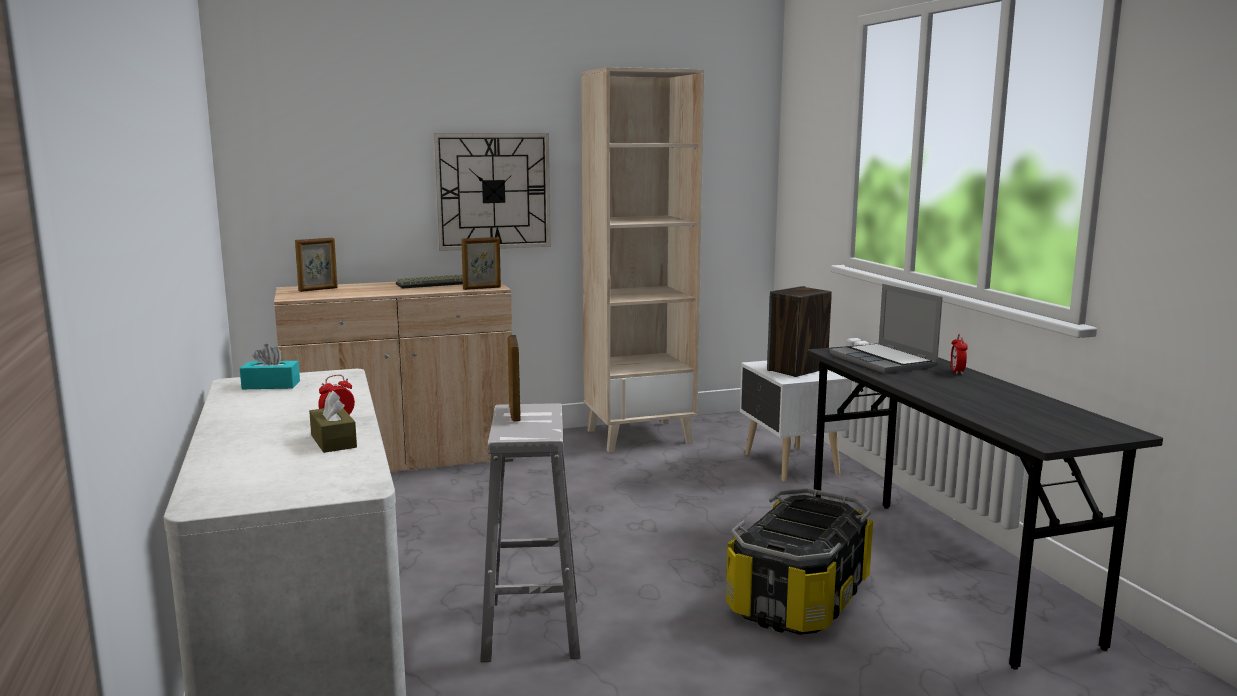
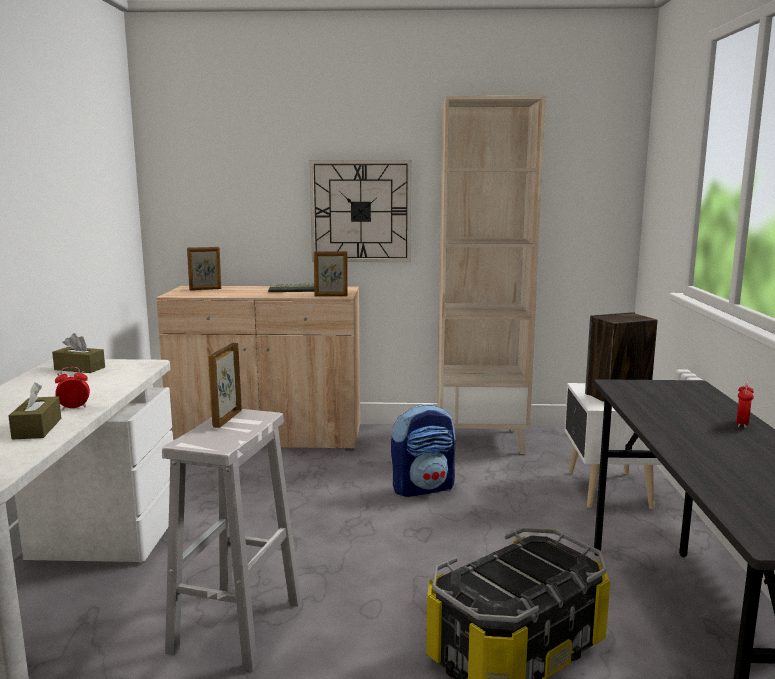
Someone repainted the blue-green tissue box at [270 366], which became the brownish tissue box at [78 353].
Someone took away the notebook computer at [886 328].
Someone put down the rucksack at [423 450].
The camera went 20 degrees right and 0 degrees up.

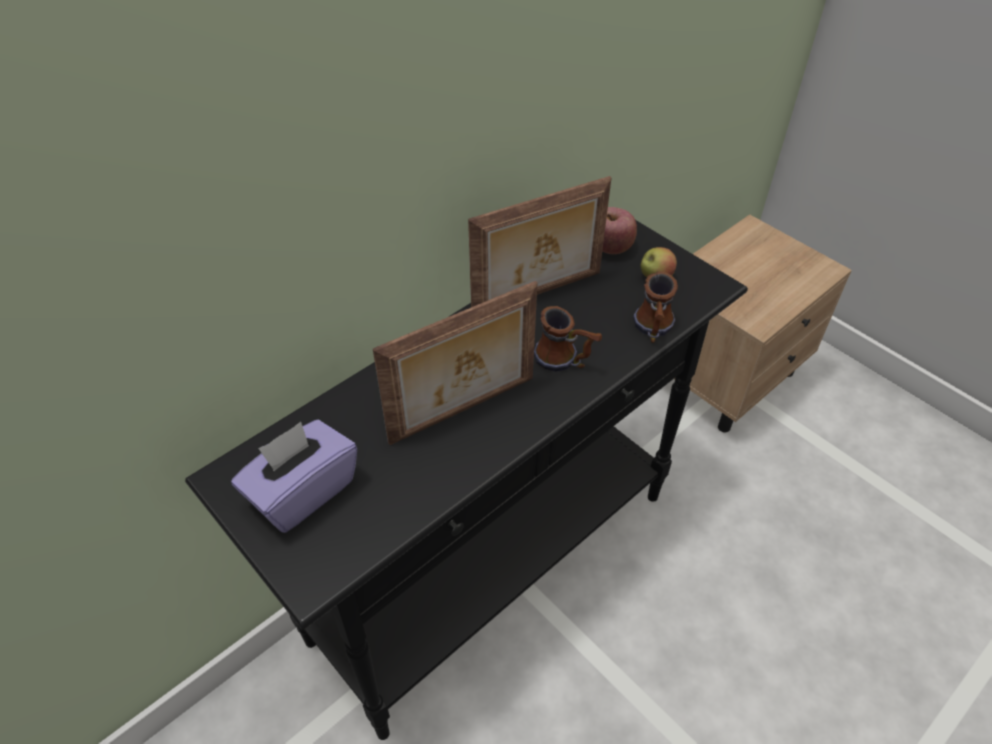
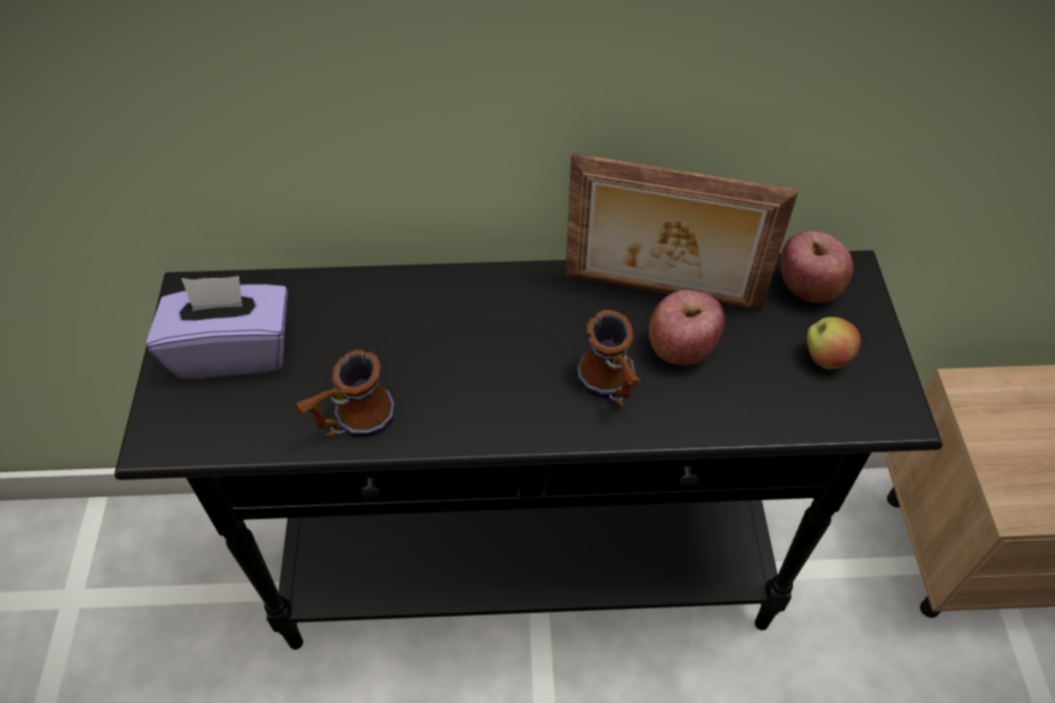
Someone took away the photo frame at [455 363].
Someone carried the tea mug from [655 307] to [345 394].
Someone put down the whole apple at [687 327].
The camera went 40 degrees right and 5 degrees up.

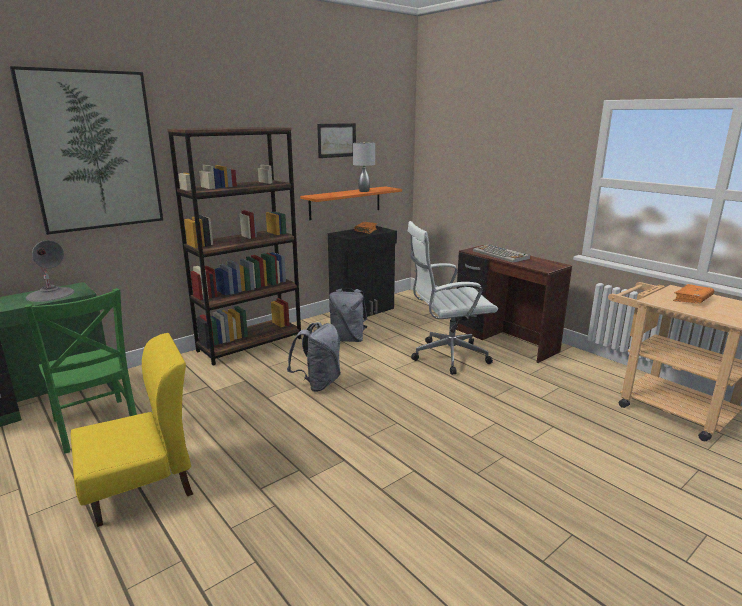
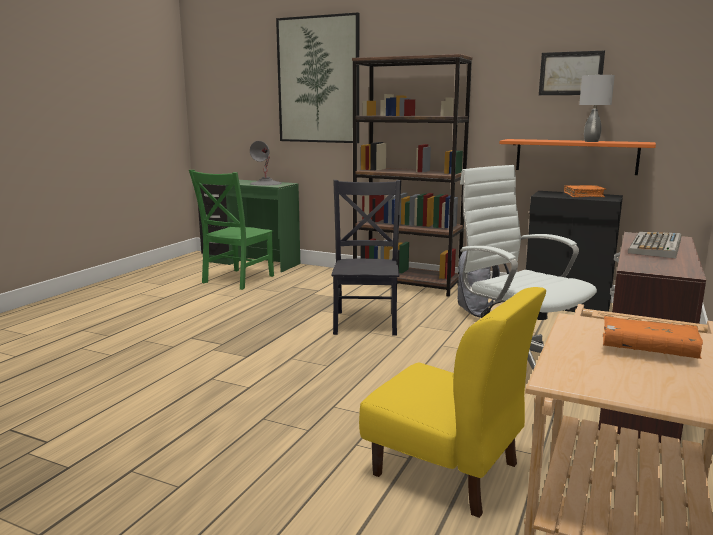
Someone carried the yellowish upright chair from [132 430] to [452 402].
Someone swapped the gray rucksack at [314 357] for the black-coloured upright chair at [366 258].
The camera went 65 degrees right and 5 degrees down.

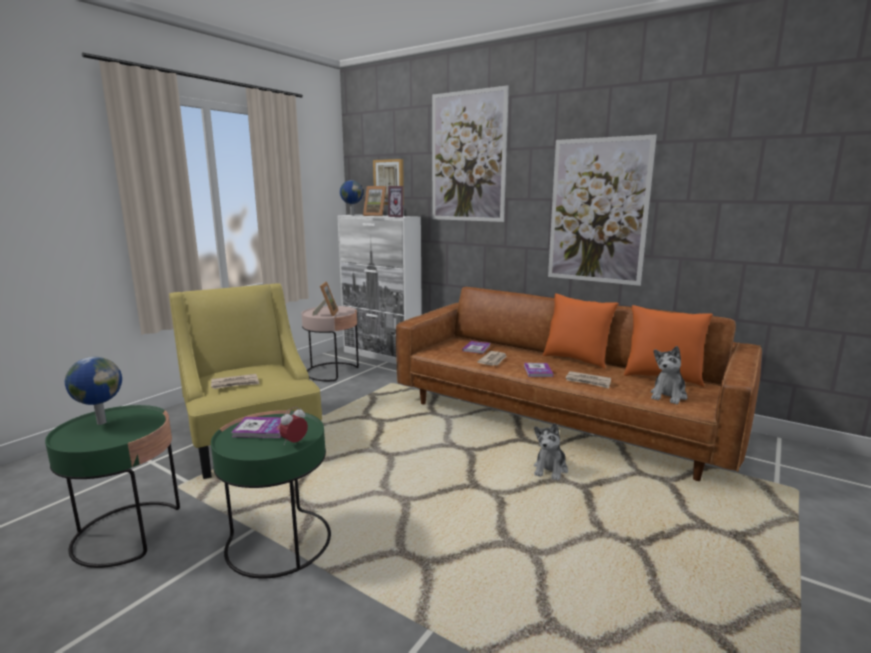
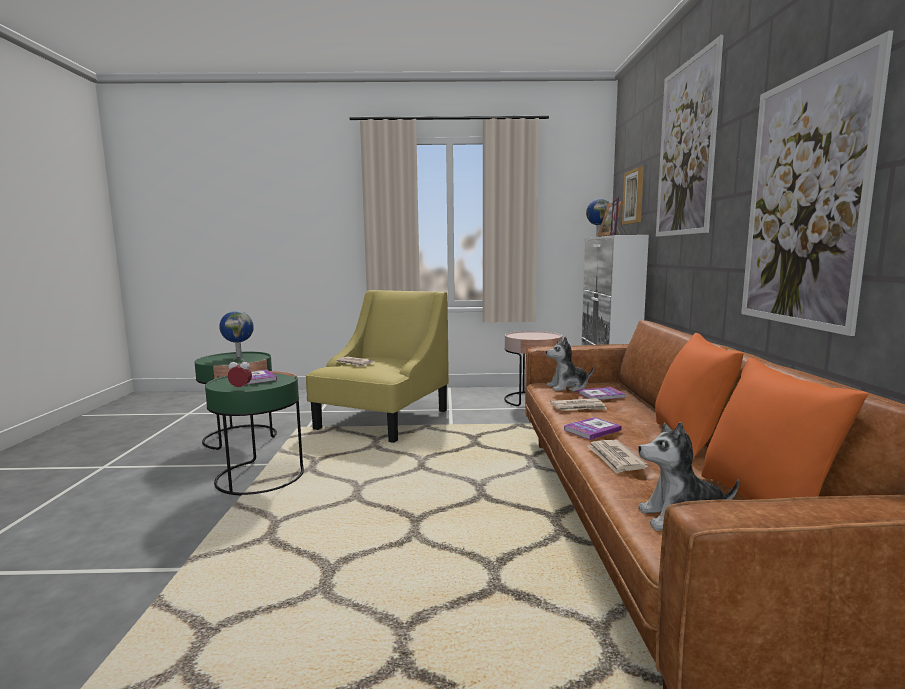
Someone took away the photo frame at [325 299].
Someone carried the cuddly toy from [551 452] to [570 364].
The camera went 55 degrees right and 5 degrees down.

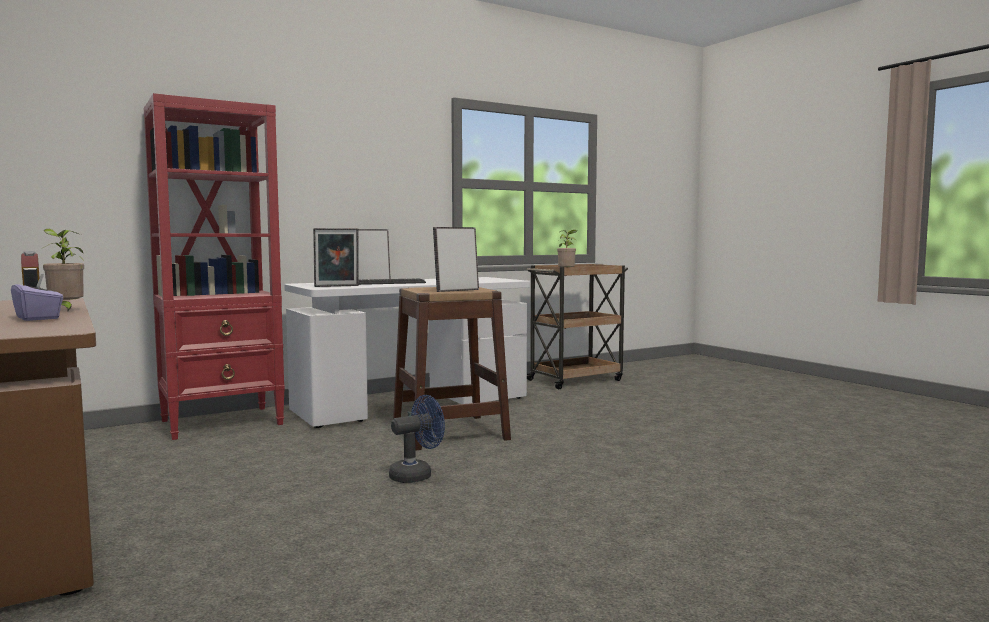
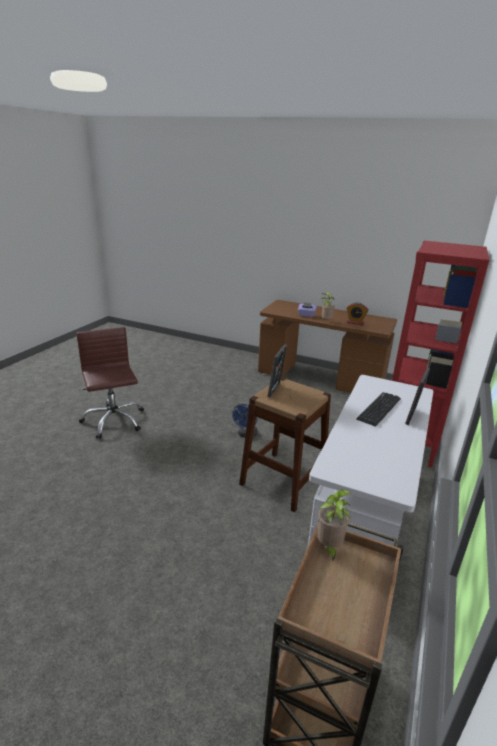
Someone took away the photo frame at [336 257].
Someone put down the brownish office chair at [110 383].
The camera went 145 degrees right and 20 degrees up.

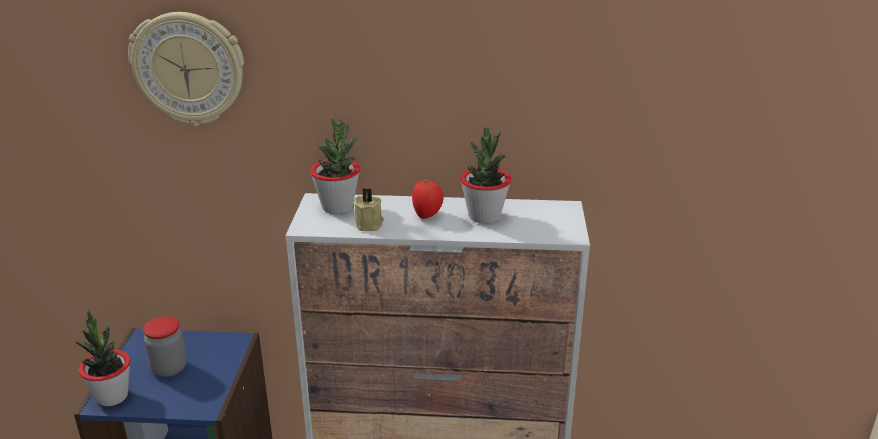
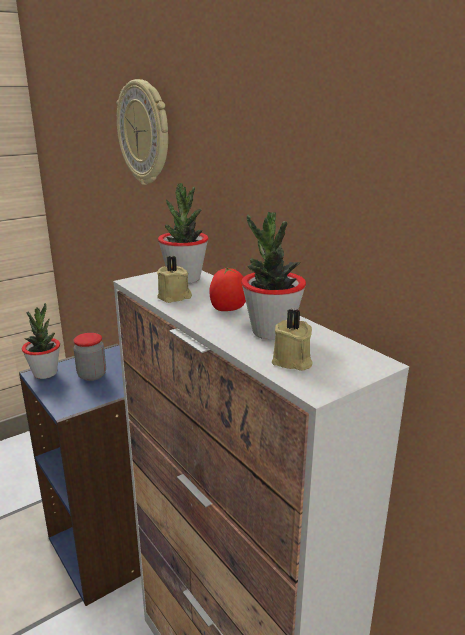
Someone put down the beige-coloured wax light at [292 339].
The camera went 50 degrees right and 5 degrees down.

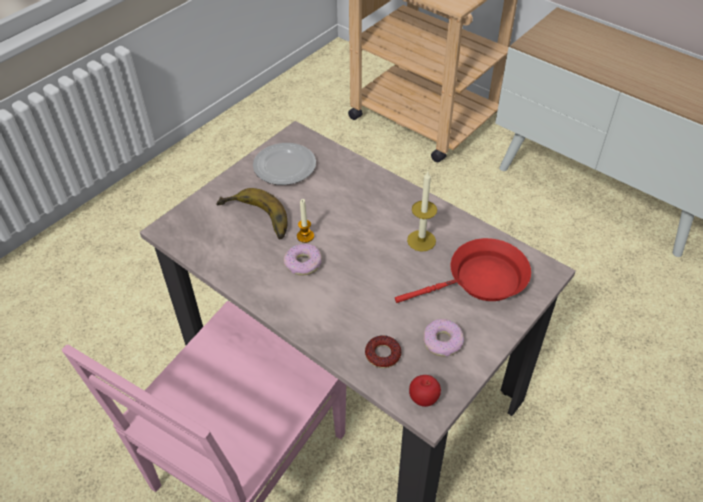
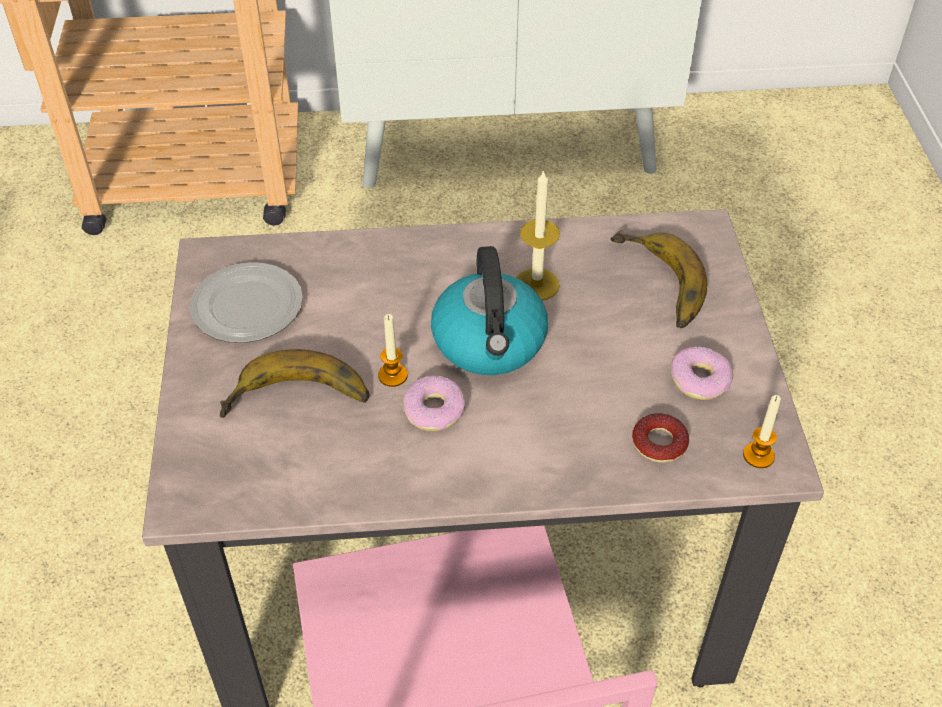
Someone swapped the reddish pan at [463 270] for the banana at [659 279].
Someone swapped the whole apple at [425 391] for the wax light at [762 431].
Someone put down the tea kettle at [489 310].
The camera went 45 degrees left and 0 degrees up.

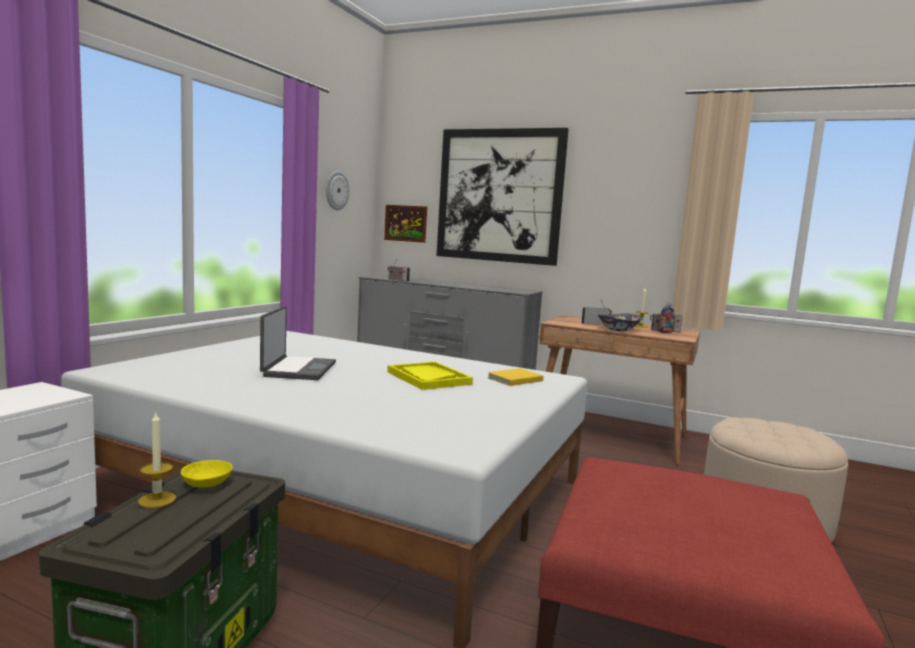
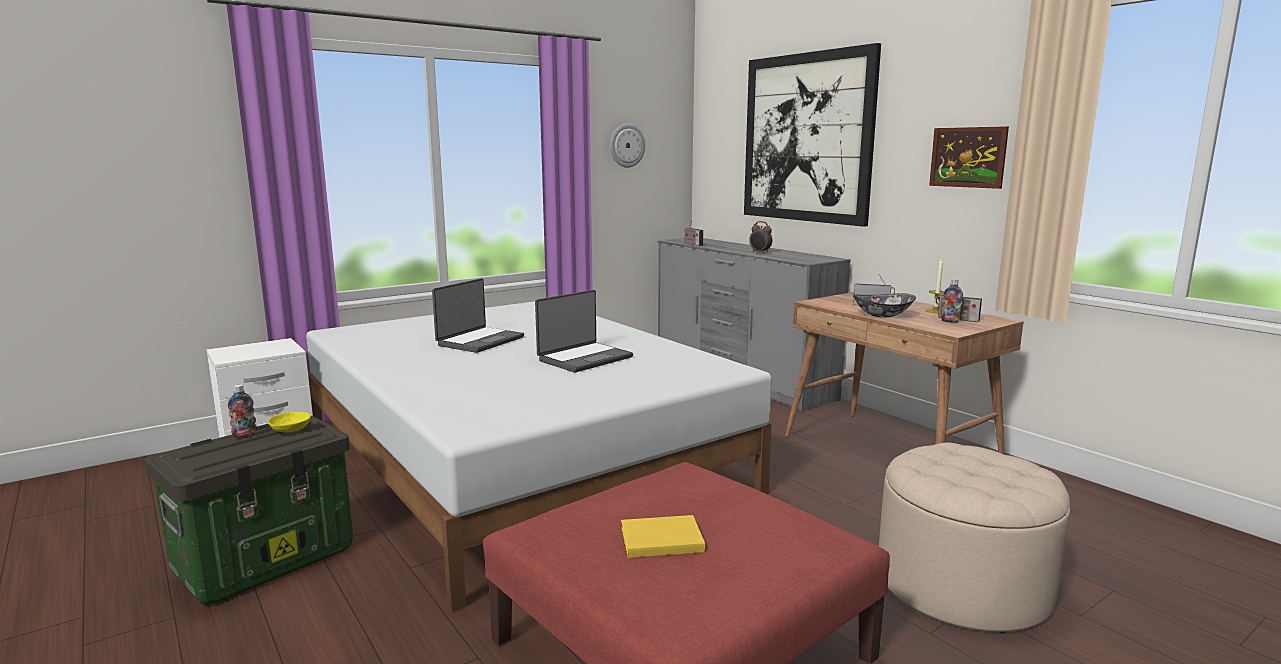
Someone swapped the wax light at [157 460] for the beverage bottle at [242 412].
Someone carried the wall picture from [405 224] to [969 157].
Someone swapped the yellowish serving tray at [430 376] for the notebook computer at [584 331].
Someone carried the yellowish book from [515 377] to [663 536].
Someone put down the alarm clock at [760 237].
The camera went 30 degrees right and 5 degrees up.

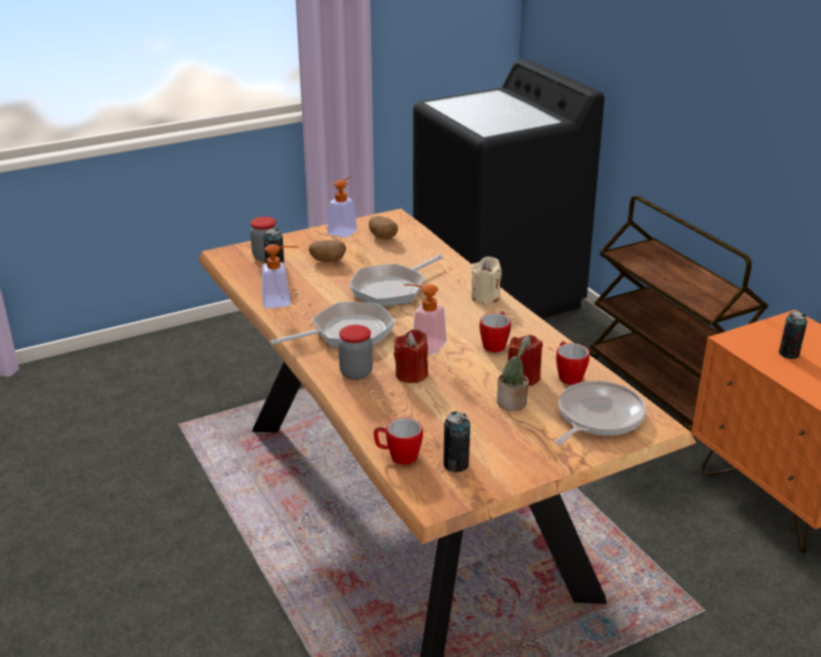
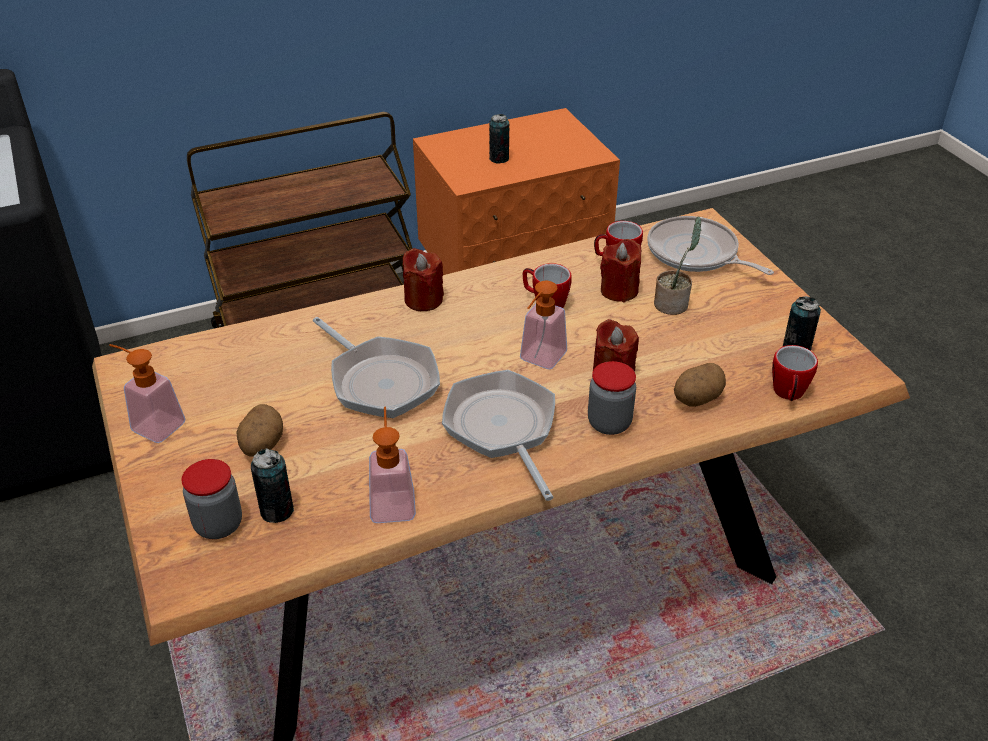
Someone carried the whole potato from [383 227] to [700 385].
Someone repainted the beige-coloured wax light at [486 280], which became the reddish wax light at [423 279].
The camera went 85 degrees left and 10 degrees up.

